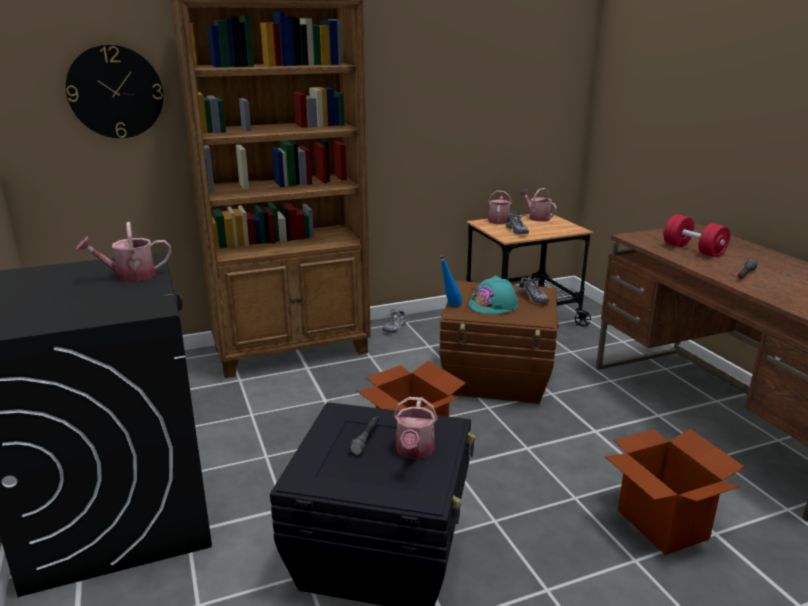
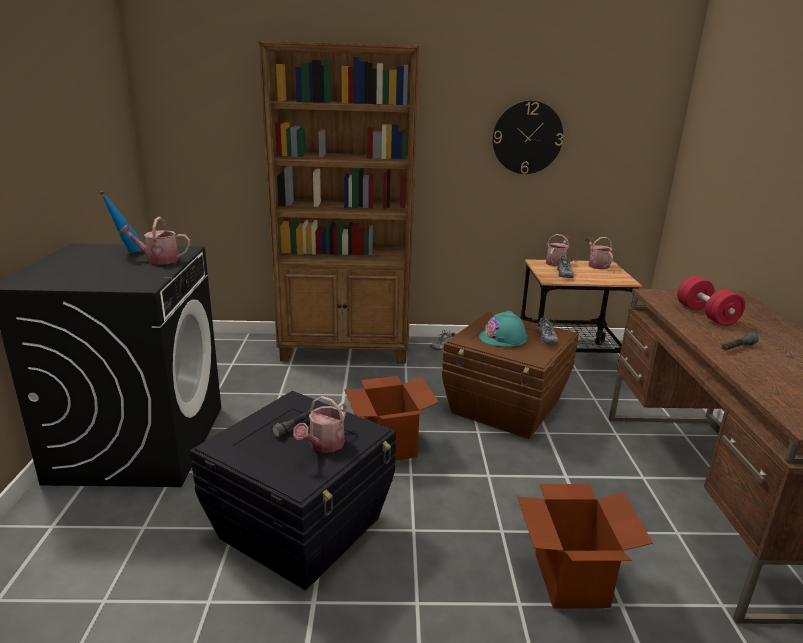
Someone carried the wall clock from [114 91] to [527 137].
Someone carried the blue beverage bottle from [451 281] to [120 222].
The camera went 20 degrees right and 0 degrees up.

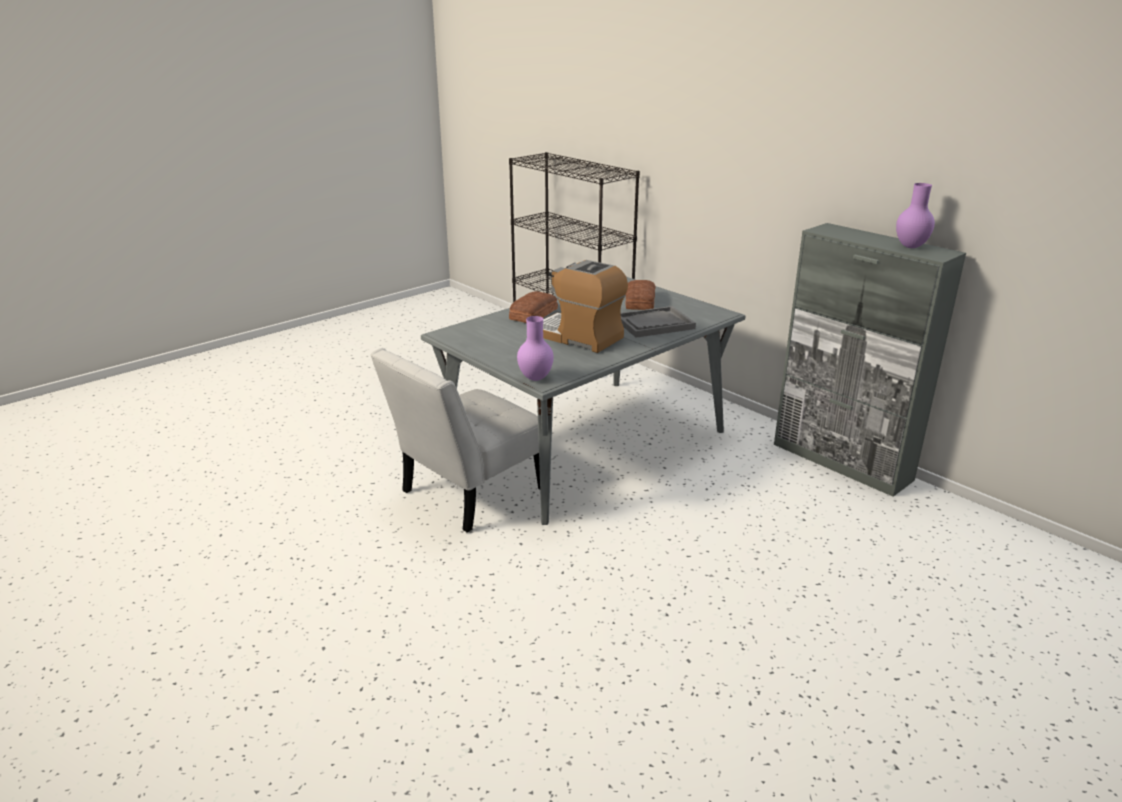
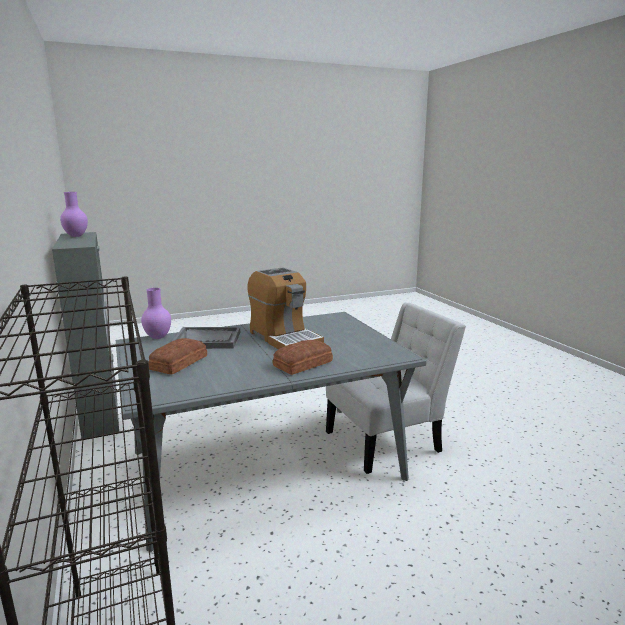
Someone carried the purplish decorative vase from [535 348] to [156 313].
The camera went 160 degrees left and 10 degrees down.

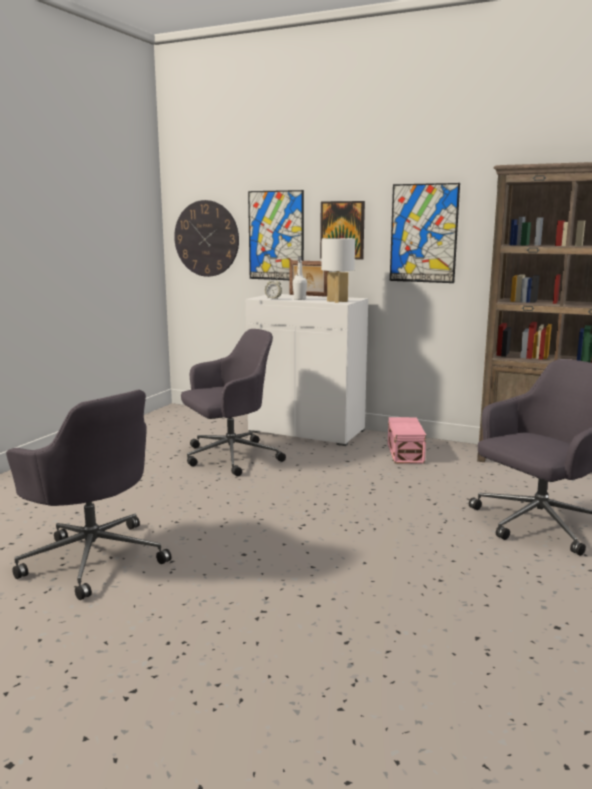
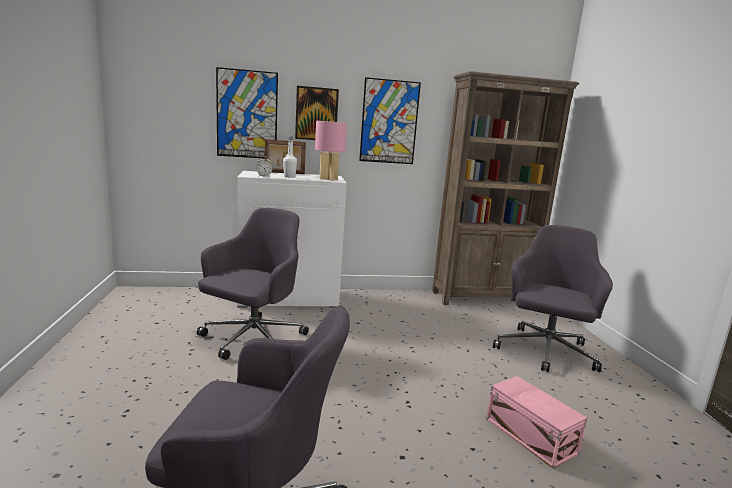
Someone took away the wall clock at [206 238].
Someone repainted the white-coloured lamp for a table at [338 270], which became the pink lamp for a table at [331 151].
Someone carried the pink storage bin from [407 440] to [536 422].
The camera went 35 degrees left and 0 degrees up.

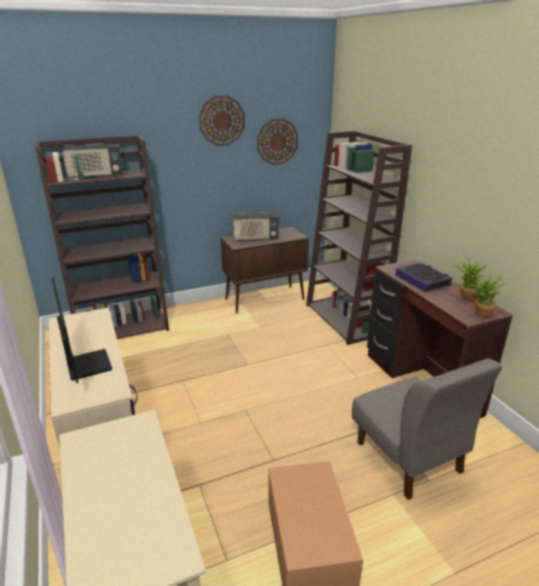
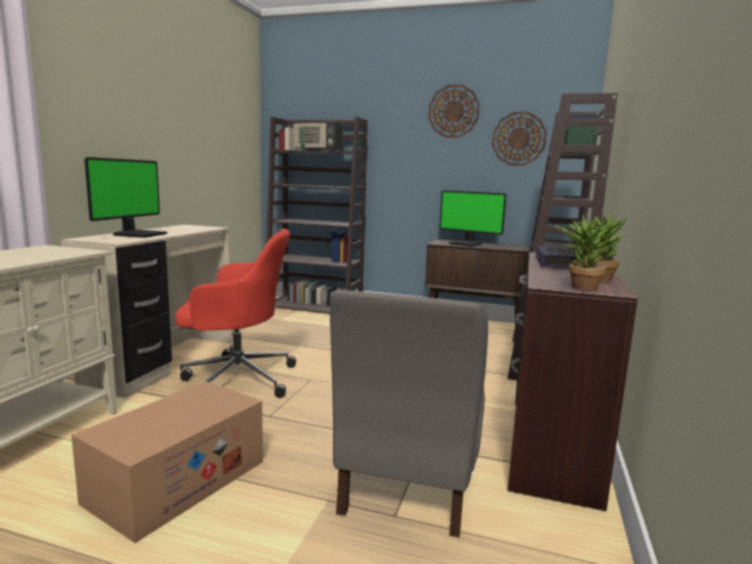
Someone swapped the radio at [256 226] for the computer screen at [472 219].
Someone put down the reddish office chair at [235 313].
The camera went 40 degrees right and 15 degrees down.

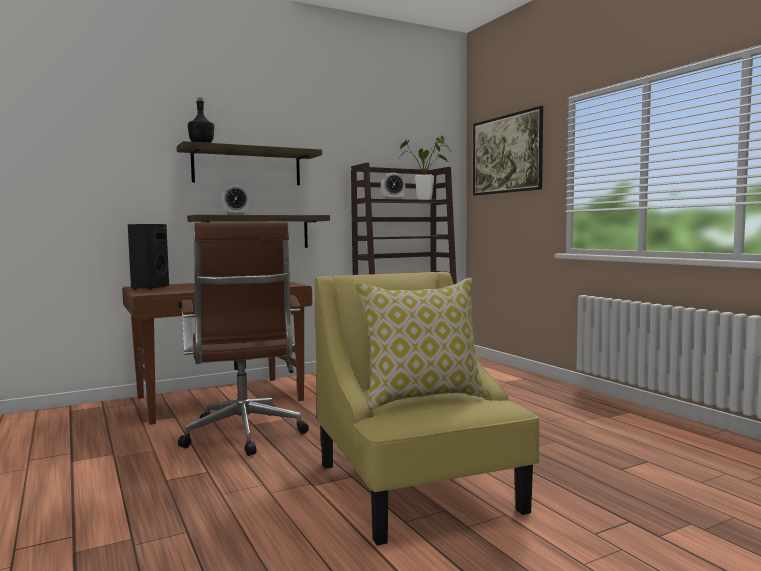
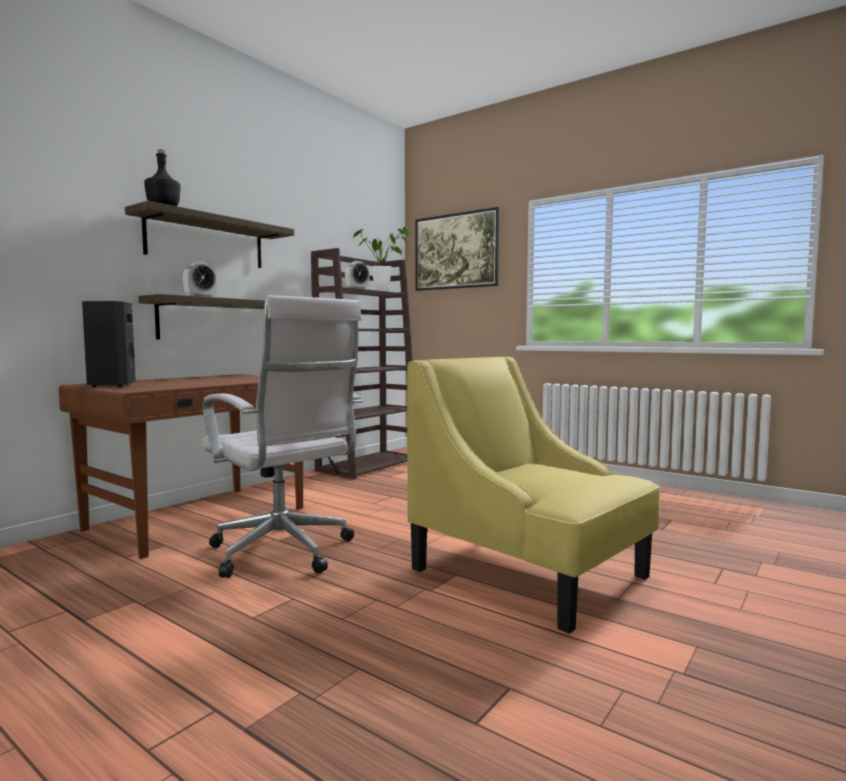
Someone repainted the brownish office chair at [243 339], which became the white-coloured office chair at [282 436].
Someone took away the throw pillow at [422 343].
The camera went 25 degrees left and 0 degrees up.

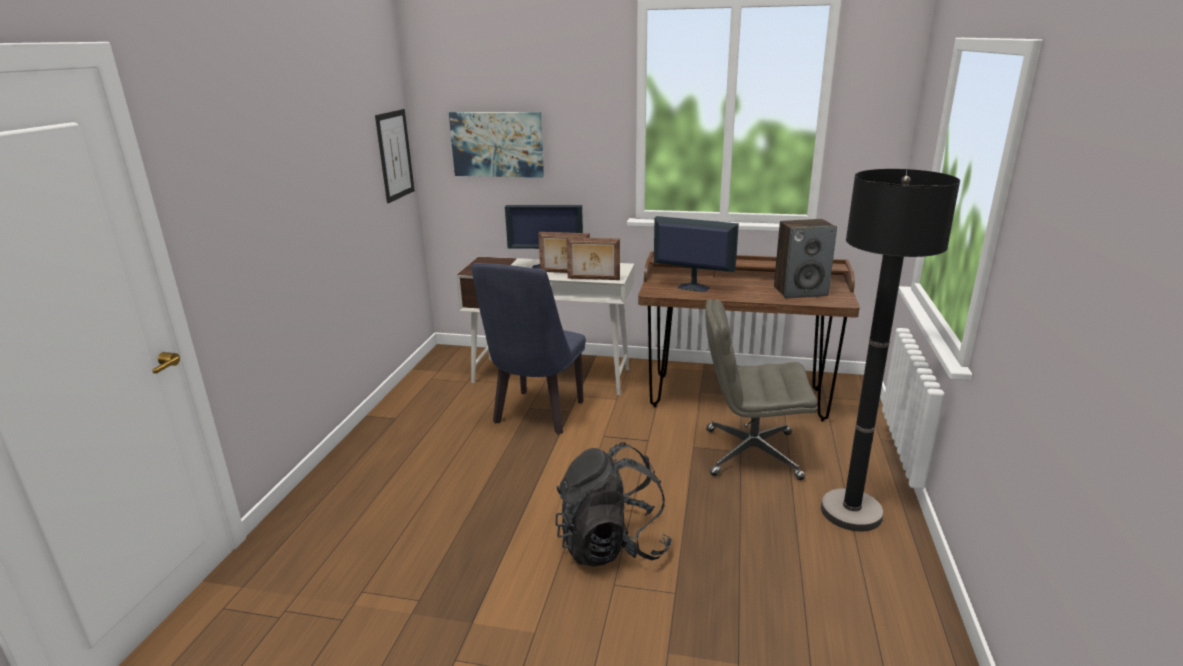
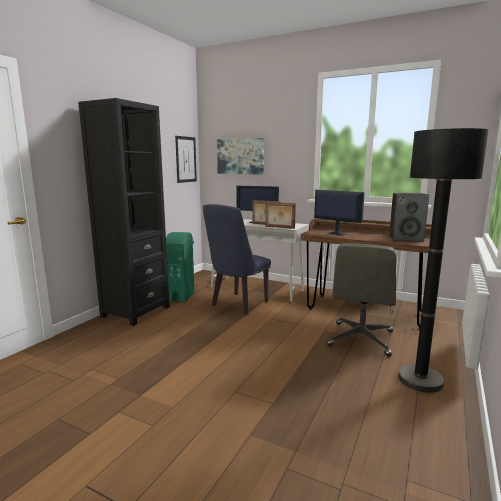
Someone took away the black-coloured rucksack at [613 504].
Someone rotated the gray office chair at [761 389] by 90 degrees counterclockwise.
Someone put down the black-coloured shelving unit at [124 212].
Someone put down the greenish waste bin at [180 267].
The camera went 15 degrees right and 10 degrees down.

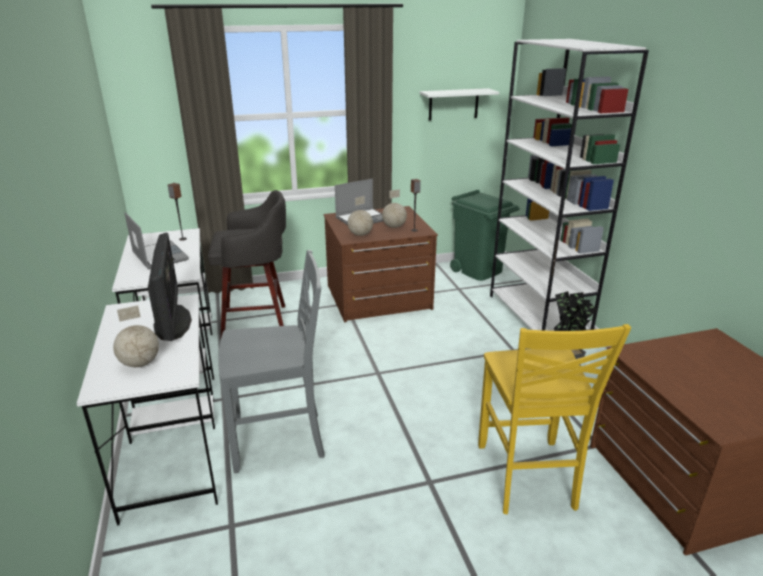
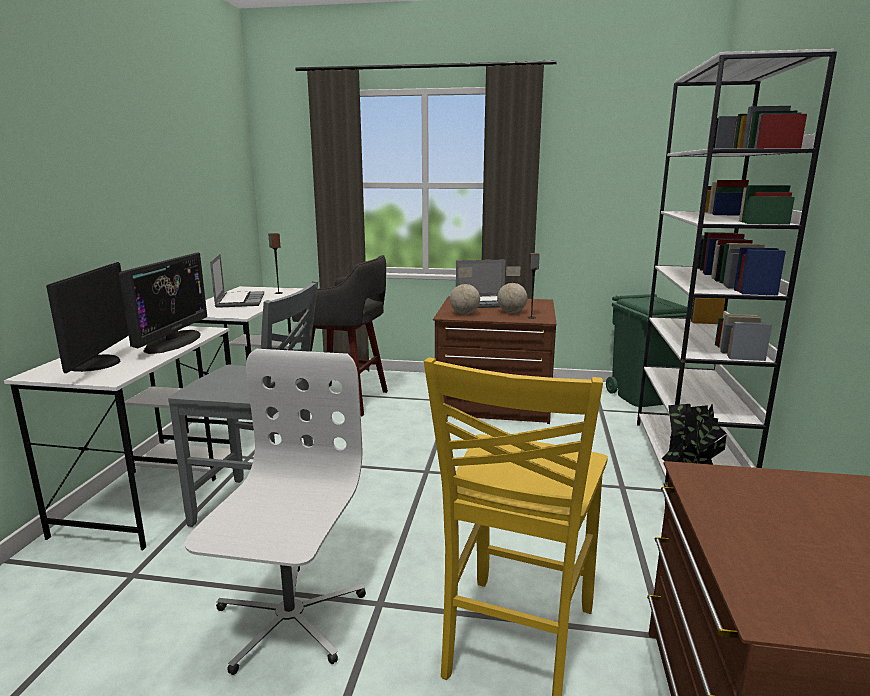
Someone swapped the globe at [136 336] for the computer screen at [87 317].
Someone took away the white-coloured bracket shelf at [459 104].
Someone put down the white-coloured office chair at [275 512].
The camera went 25 degrees right and 10 degrees down.

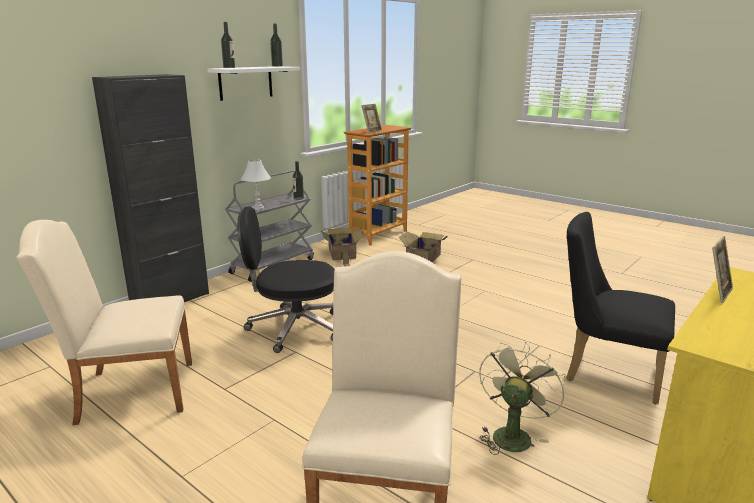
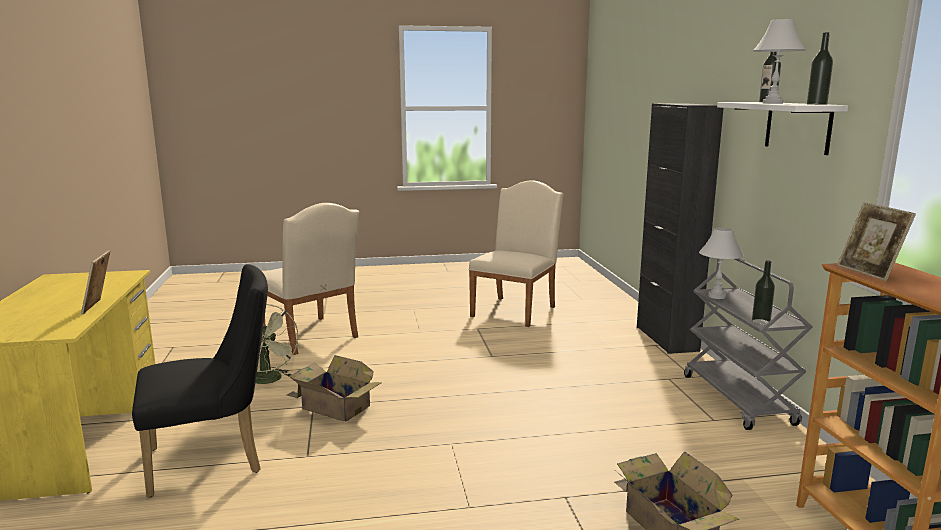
Someone took away the black-coloured office chair at [286 279].
Someone carried the packing box from [342 247] to [334 388].
Someone put down the white-coloured lamp for a table at [779 61].
The camera went 130 degrees right and 5 degrees down.

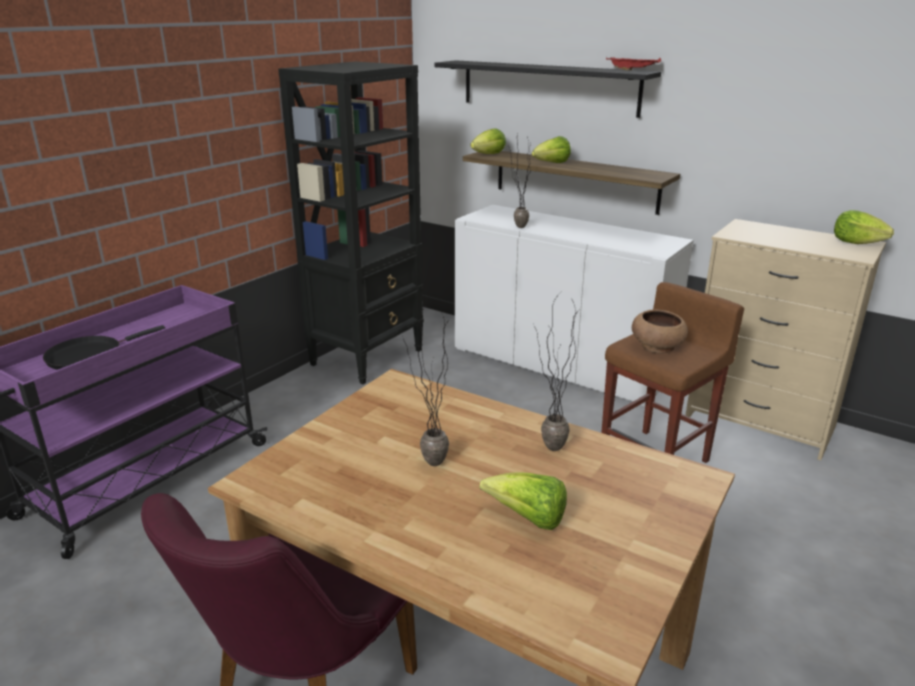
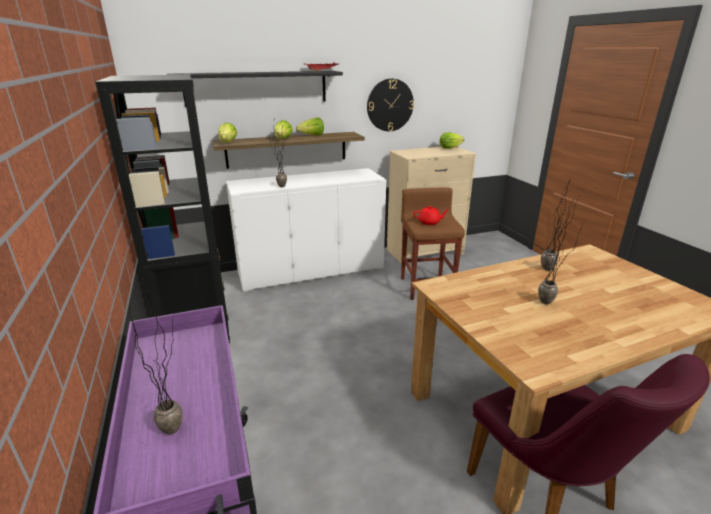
Someone swapped the black-coloured pan at [104 347] for the houseplant at [154 361].
Someone carried the lettuce head from [523 501] to [310 126].
Someone swapped the brownish bowl at [660 331] for the reddish pot for tea at [430 215].
Someone put up the wall clock at [390 105].
The camera went 55 degrees left and 0 degrees up.

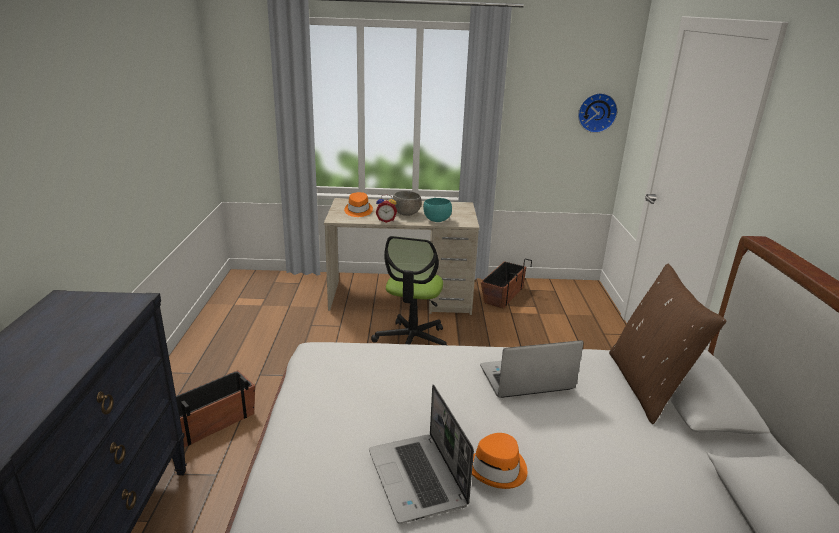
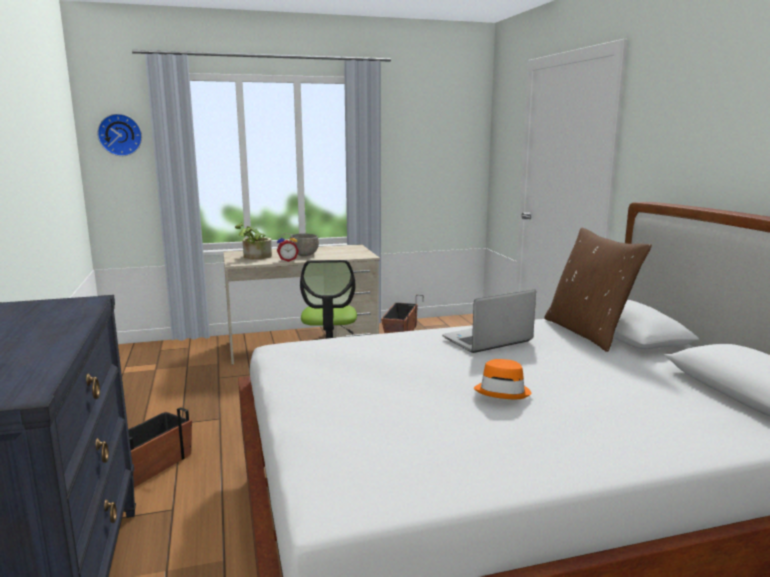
Someone swapped the orange-coloured clothing hat at [358 204] for the houseplant at [253 240].
Someone took away the notebook computer at [421 454].
Someone took away the blue-green bowl at [437 210].
Someone carried the wall clock from [598 113] to [119 135].
The camera went 15 degrees left and 10 degrees down.

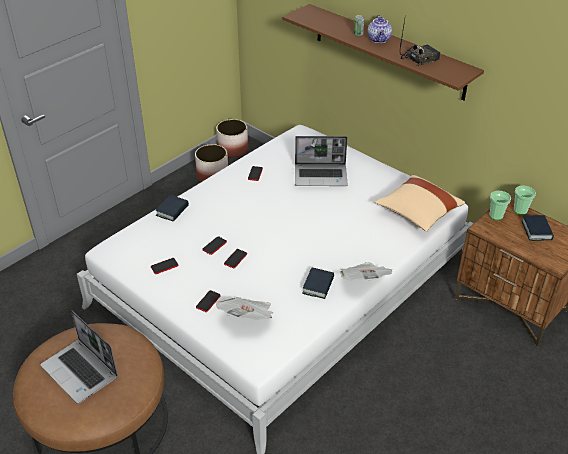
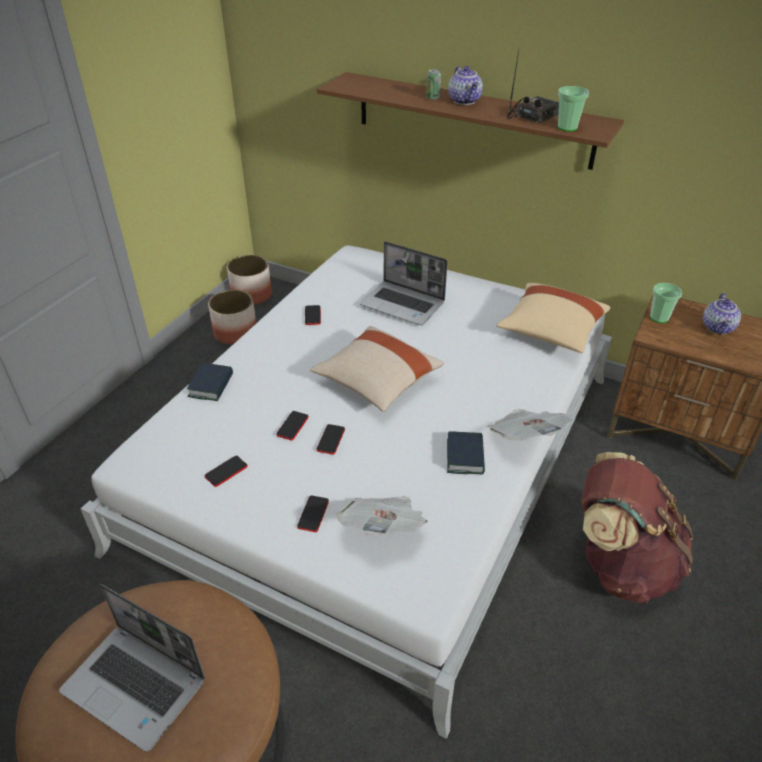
Someone rotated the notebook computer at [321 161] by 45 degrees clockwise.
Someone carried the drinking cup from [524 200] to [573 108].
Someone swapped the book at [538 228] for the pot for tea at [722 313].
Someone put down the beige-coloured throw pillow at [377 369].
Someone put down the brownish rucksack at [637 528].
The camera went 15 degrees left and 0 degrees up.

